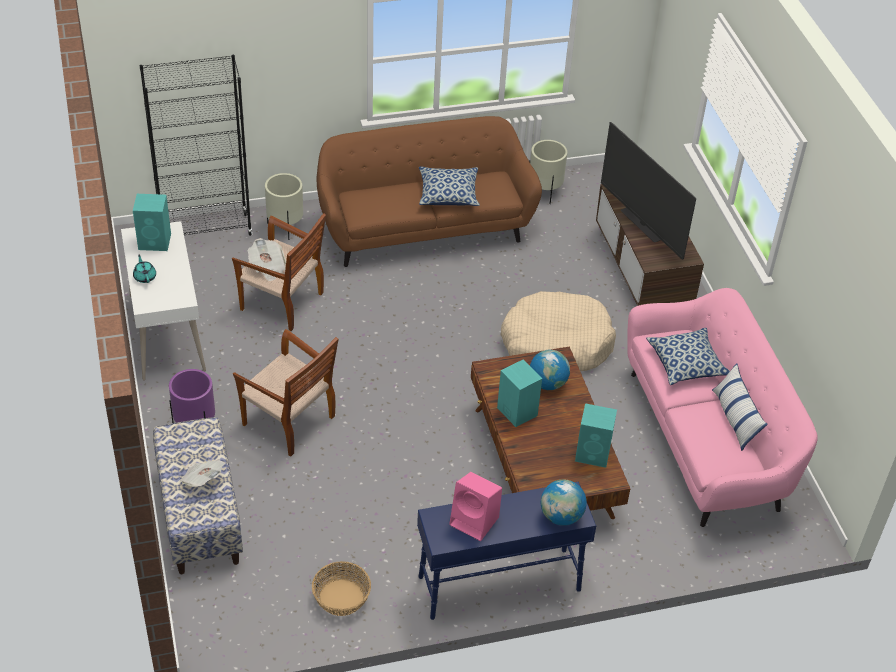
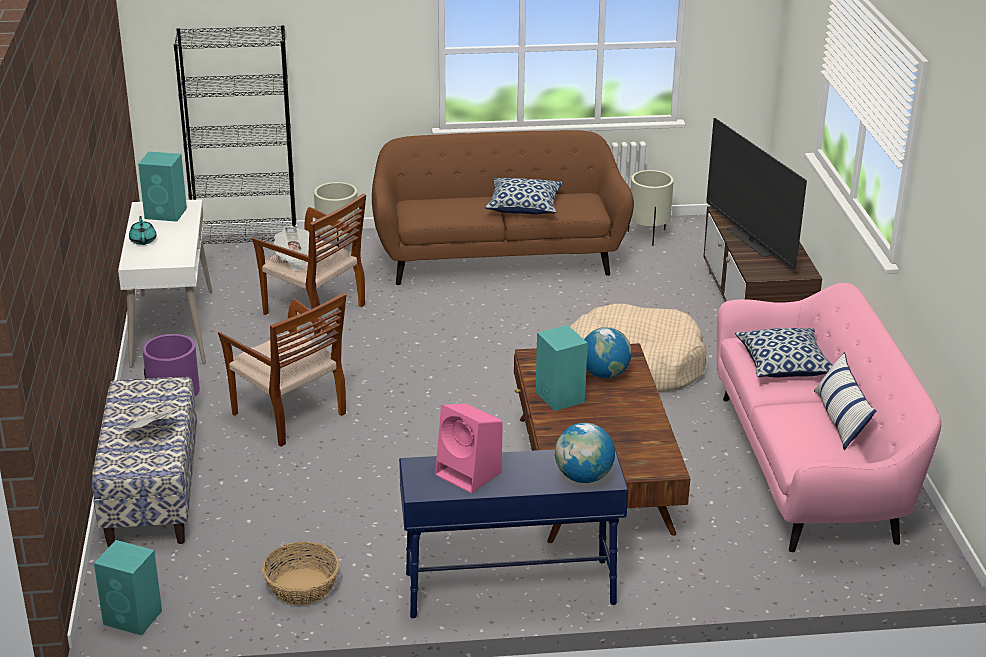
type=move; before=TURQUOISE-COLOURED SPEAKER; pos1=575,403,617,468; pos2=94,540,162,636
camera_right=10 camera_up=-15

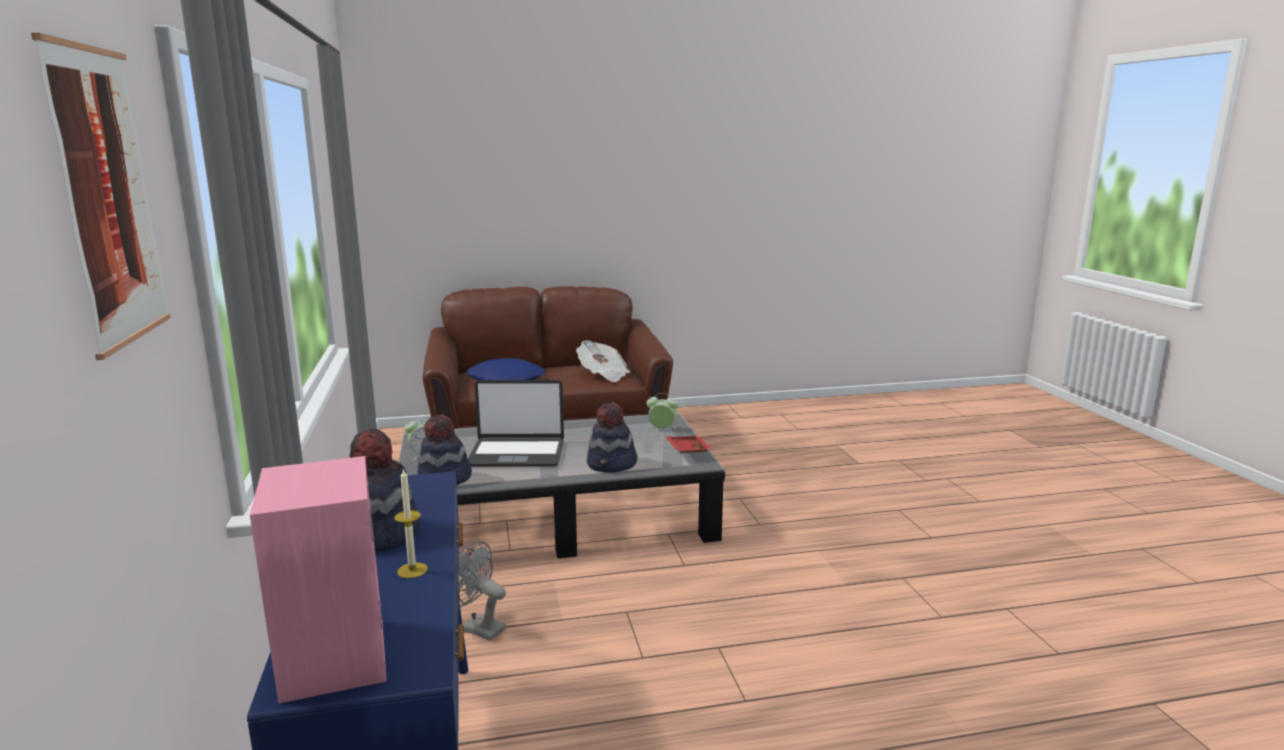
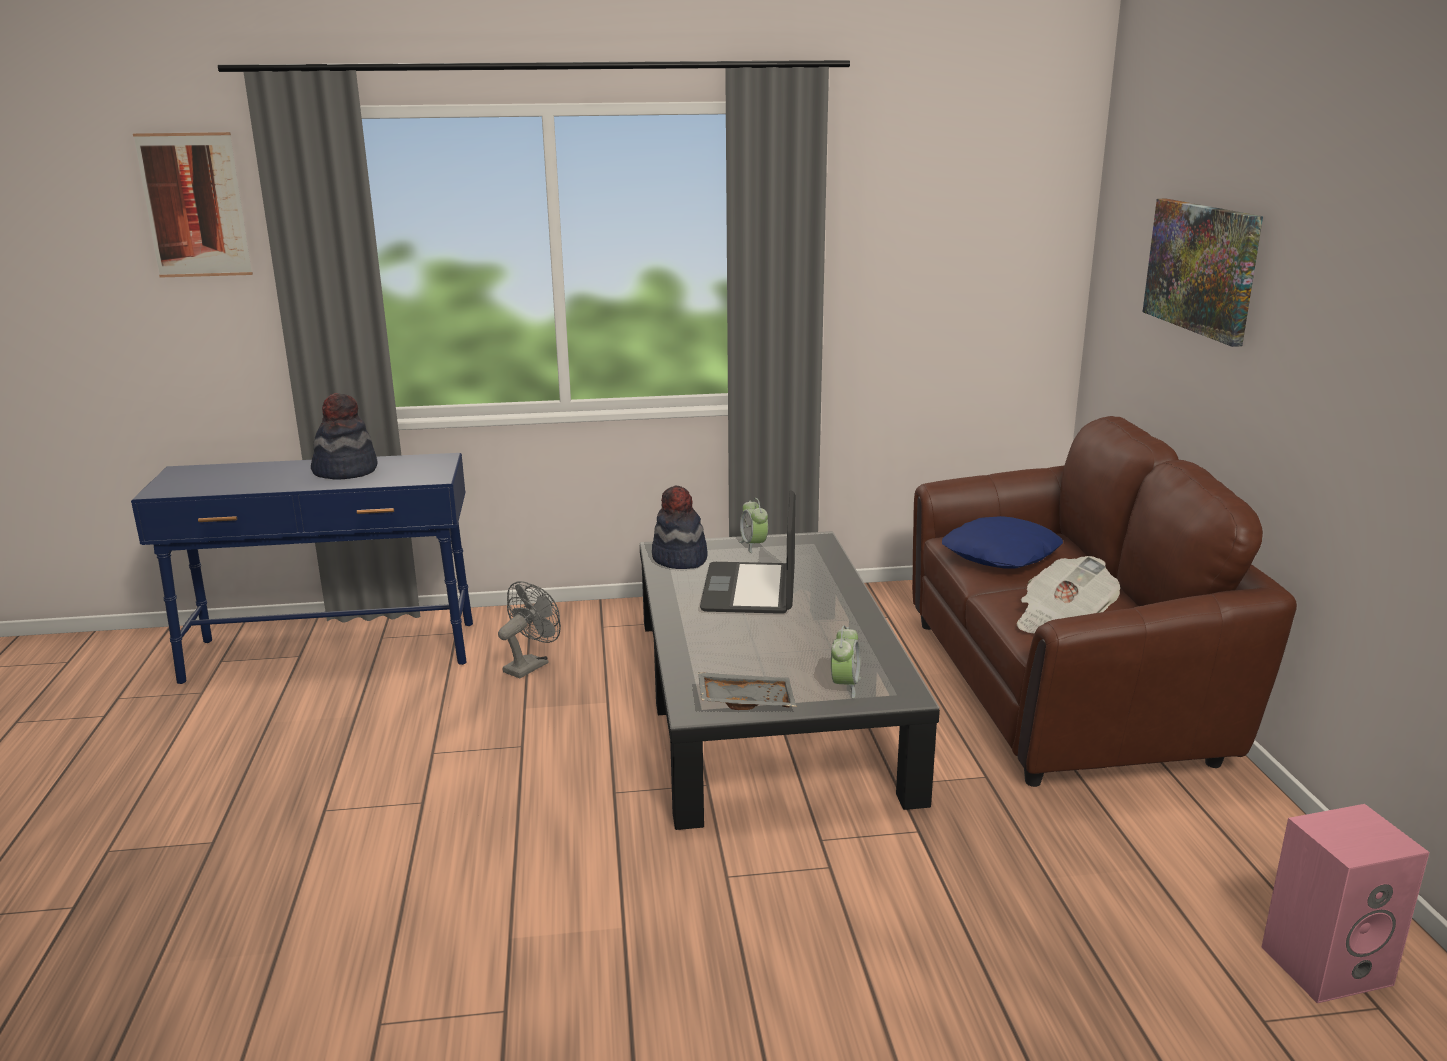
type=delete; before=CLOTHING HAT; pos1=587,402,637,473
type=recolor; before=RED TRAY; after=GREYISH TRAY; pos1=665,436,712,453; pos2=698,672,796,710
type=move; before=PINKISH SPEAKER; pos1=250,456,387,704; pos2=1262,804,1429,1003
type=delete; before=CANDLE; pos1=394,468,428,578
type=insert; after=PICTURE; pos2=1143,199,1263,347
camera_right=95 camera_up=5

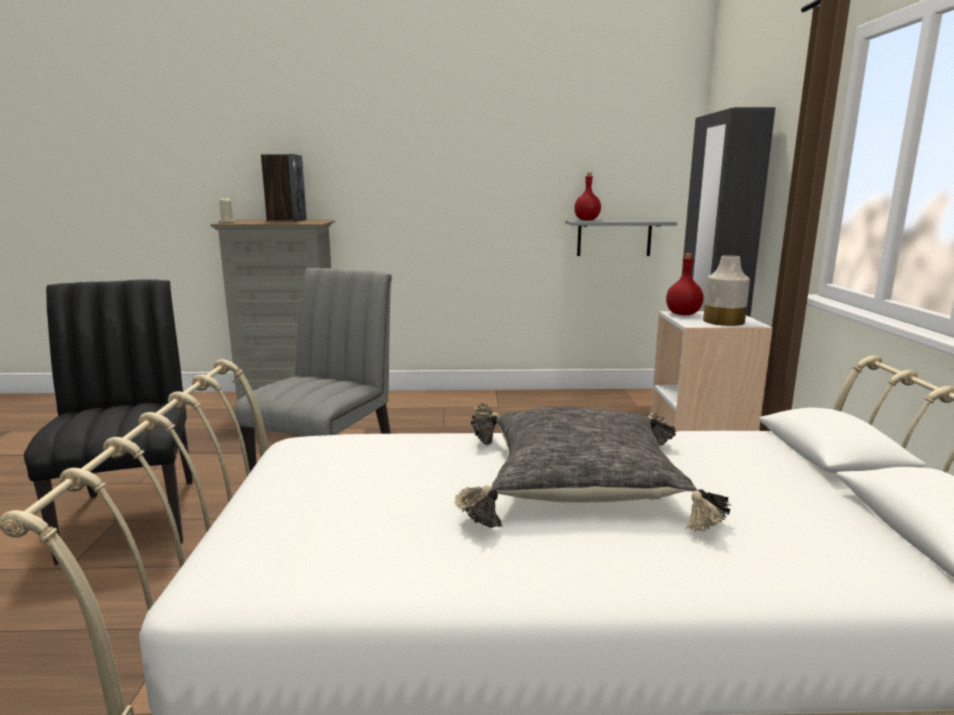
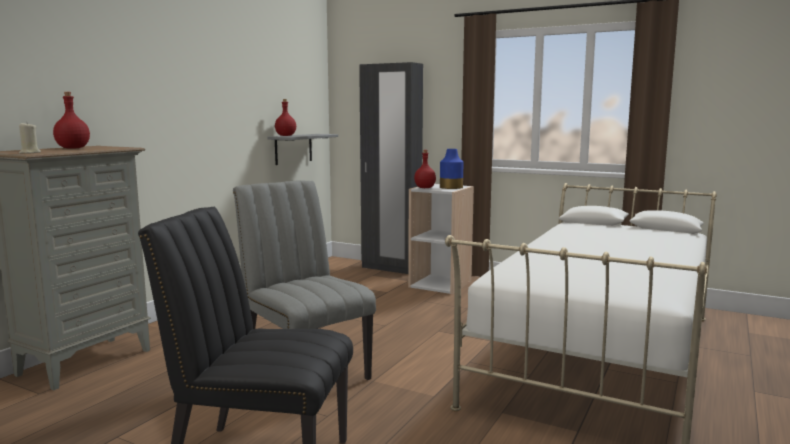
type=replace; before=SPEAKER; after=RED BEVERAGE BOTTLE; pos1=261,154,307,222; pos2=53,92,90,149
type=recolor; before=SAND-COLOURED VASE; after=BLUE VASE; pos1=703,255,750,326; pos2=440,149,463,189
type=delete; before=THROW PILLOW; pos1=454,403,731,532
camera_right=-60 camera_up=-5

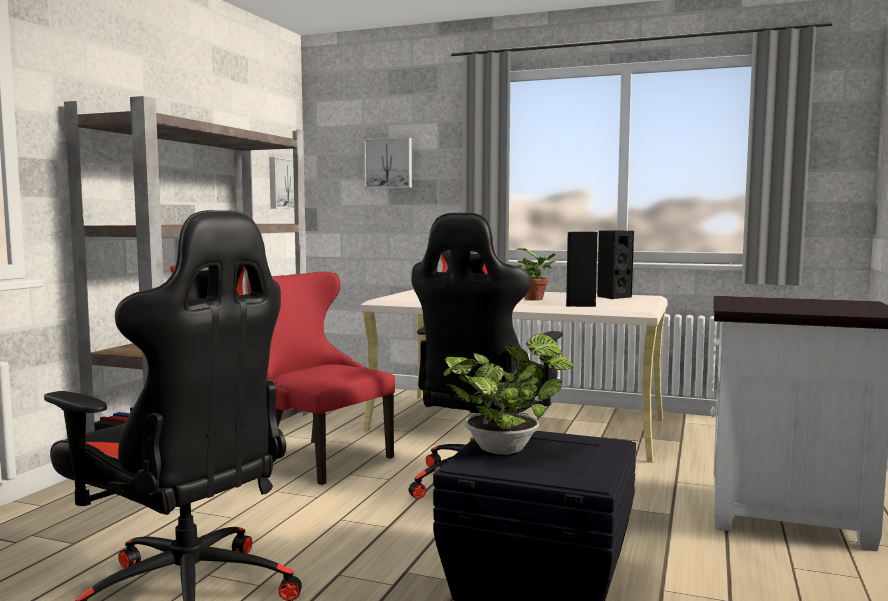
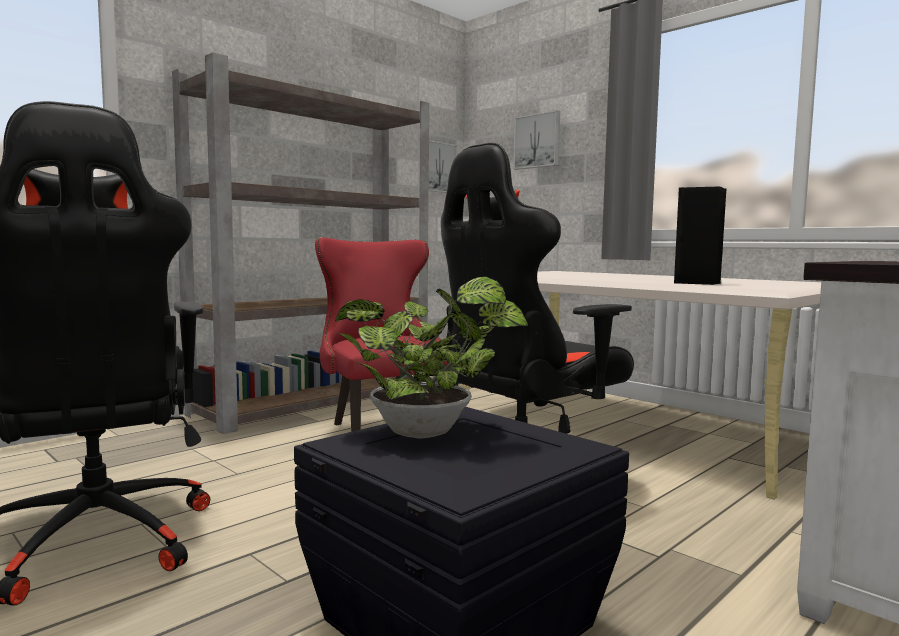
type=delete; before=BLACKISH SPEAKER; pos1=597,230,634,299
type=delete; before=HOUSEPLANT; pos1=515,248,558,301
camera_right=25 camera_up=0

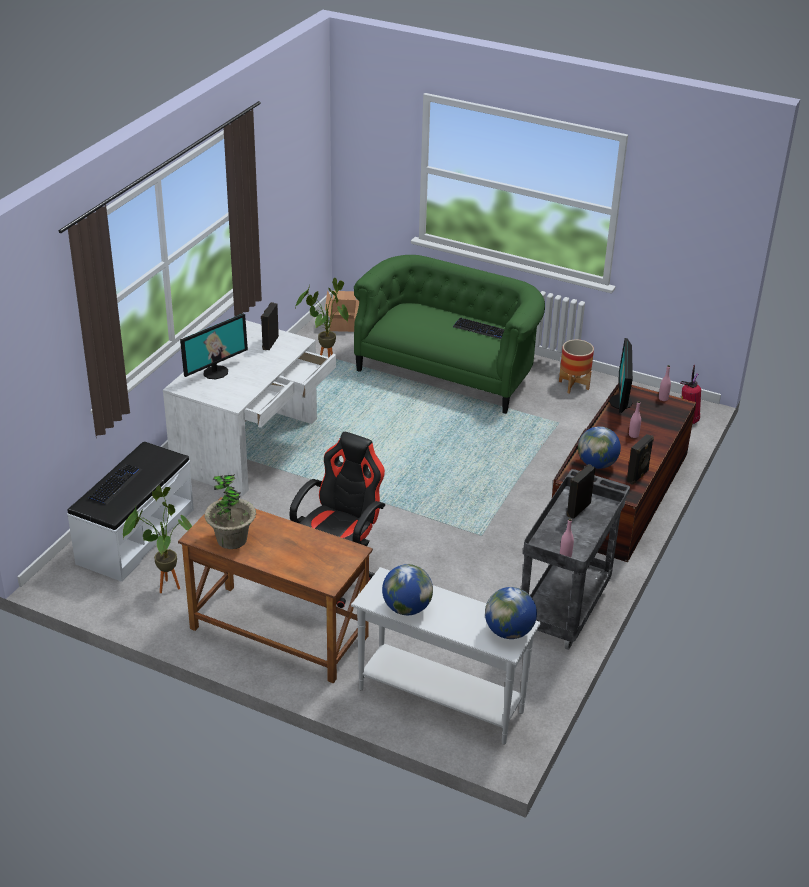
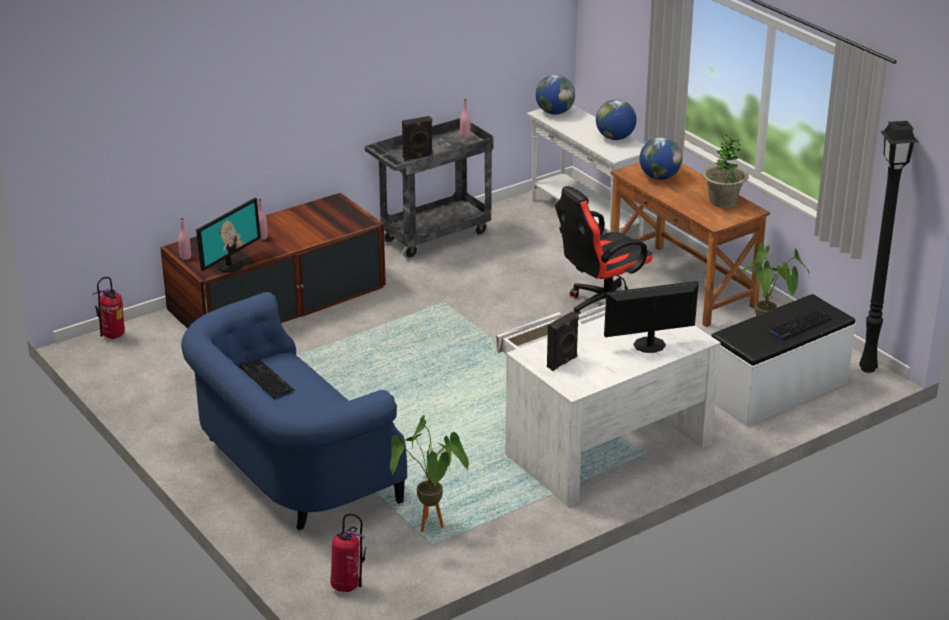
type=recolor; before=GREEN COUCH; after=BLUE COUCH; pos1=354,255,545,414; pos2=181,292,407,530
type=replace; before=CARDBOARD BOX; after=FIRE-FIGHTING CYLINDER; pos1=325,290,359,332; pos2=331,514,367,592
type=delete; before=PLANT POT; pos1=559,340,594,393
type=move; before=WORLD GLOBE; pos1=578,426,621,469; pos2=640,137,682,180
type=delete; before=BLACKISH SPEAKER; pos1=627,434,654,485
type=insert; after=BLACKISH STANDARD LAMP; pos2=859,121,918,373
camera_right=-150 camera_up=-5

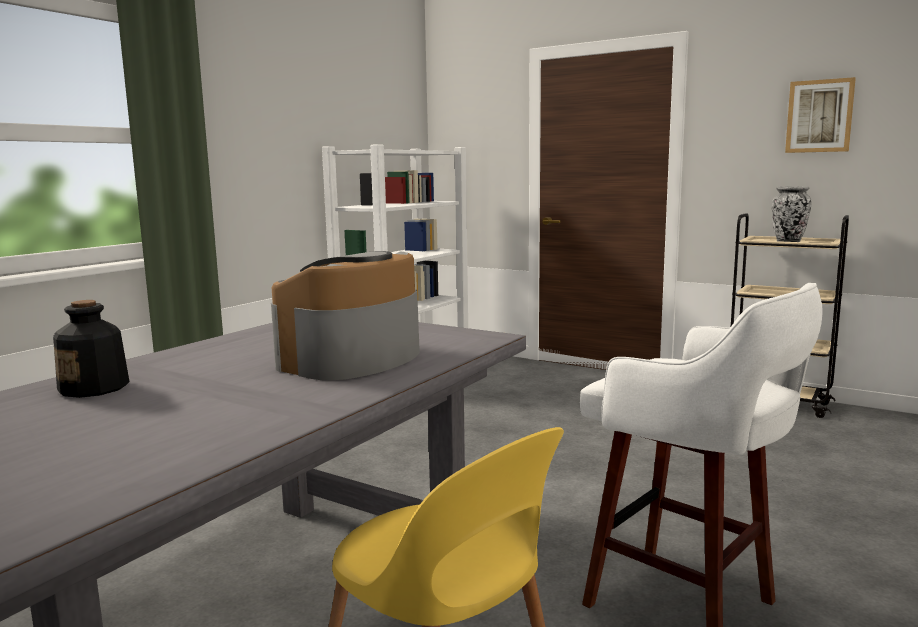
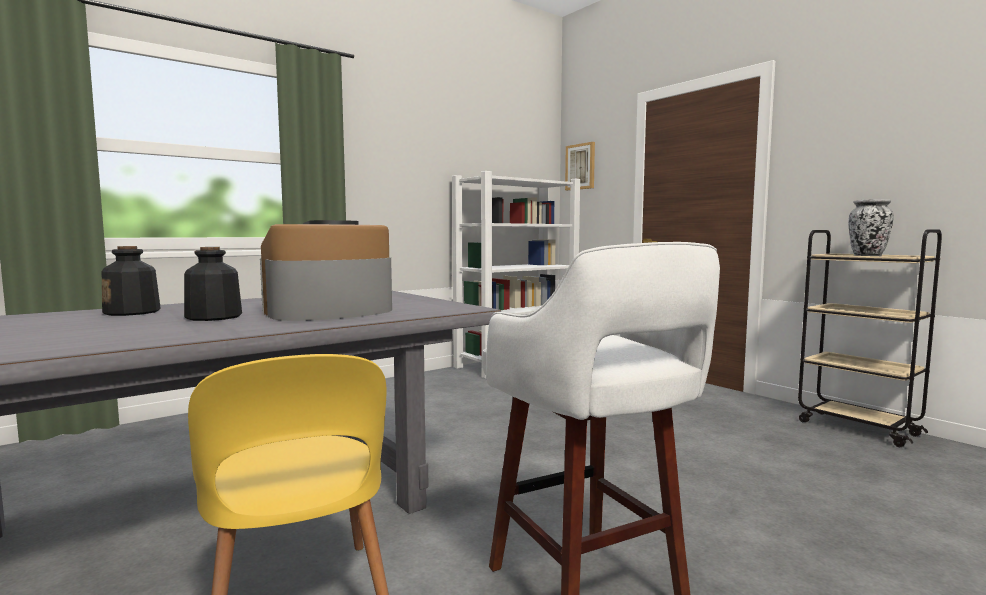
type=move; before=PICTURE; pos1=785,77,856,153; pos2=565,142,595,190
type=insert; after=BEVERAGE BOTTLE; pos2=184,247,242,321
camera_right=20 camera_up=-5

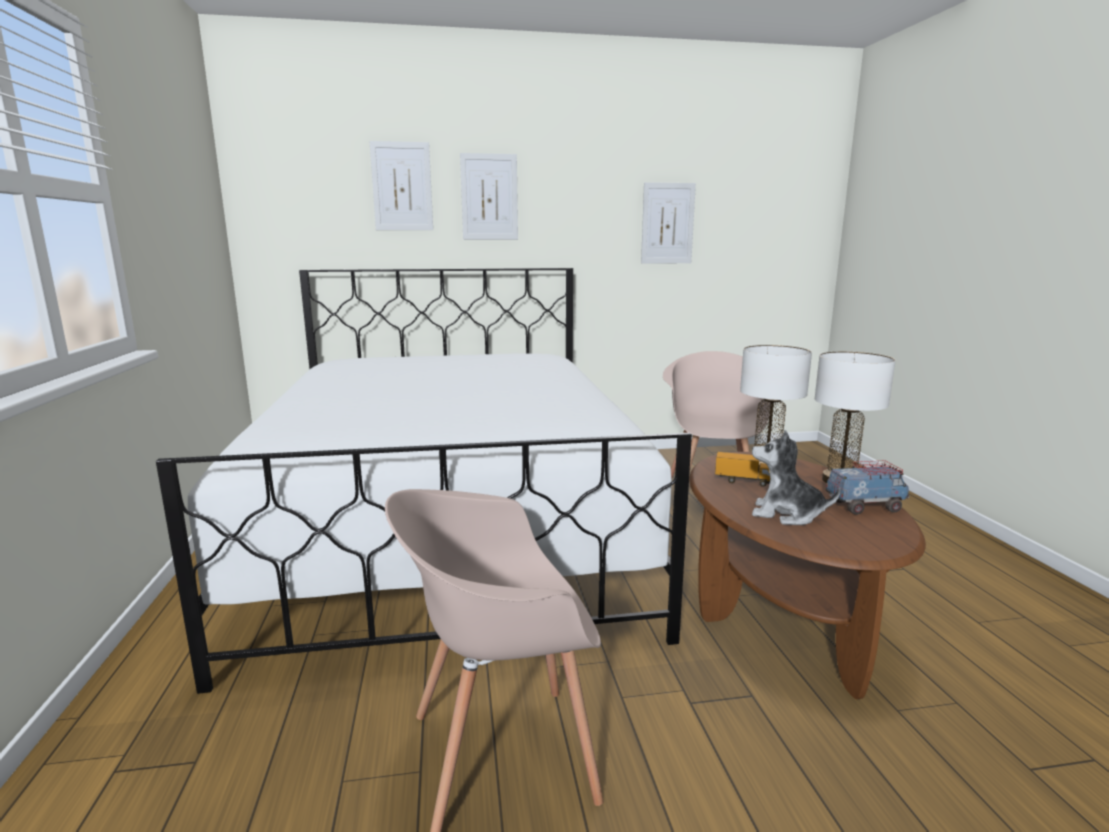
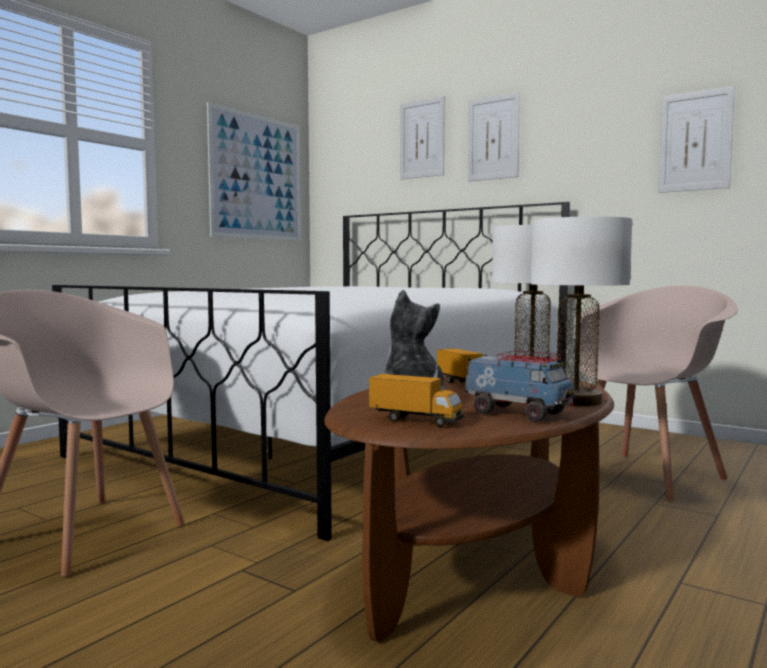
type=insert; after=PICTURE; pos2=207,102,301,241
type=insert; after=MODEL TRUCK; pos2=369,374,464,427
camera_right=45 camera_up=-10

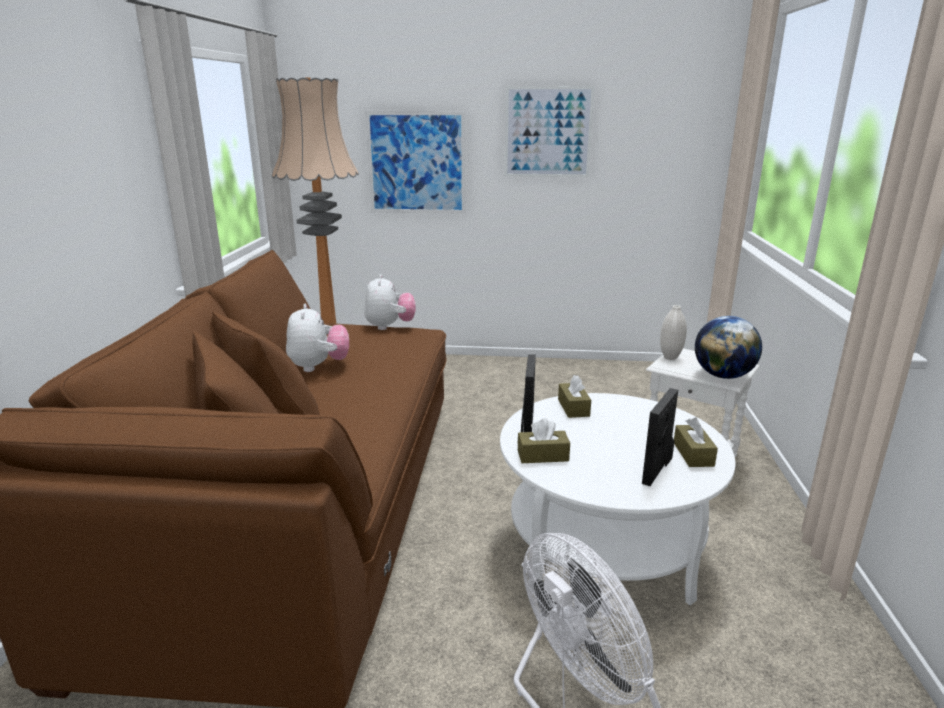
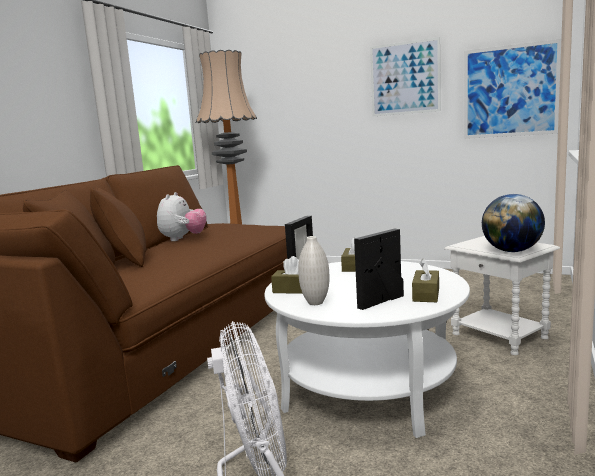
type=move; before=PICTURE; pos1=365,111,466,214; pos2=464,39,561,139
type=delete; before=PLUSH TOY; pos1=364,274,416,330
type=move; before=WHITISH VASE; pos1=660,305,687,360; pos2=298,236,329,305
camera_right=20 camera_up=-10

